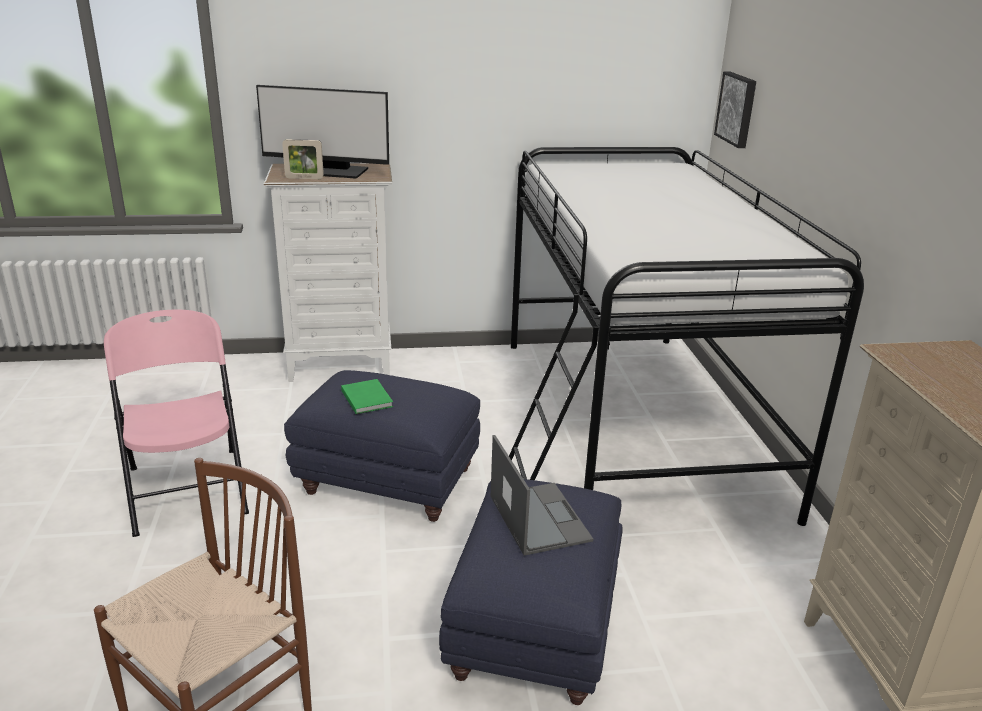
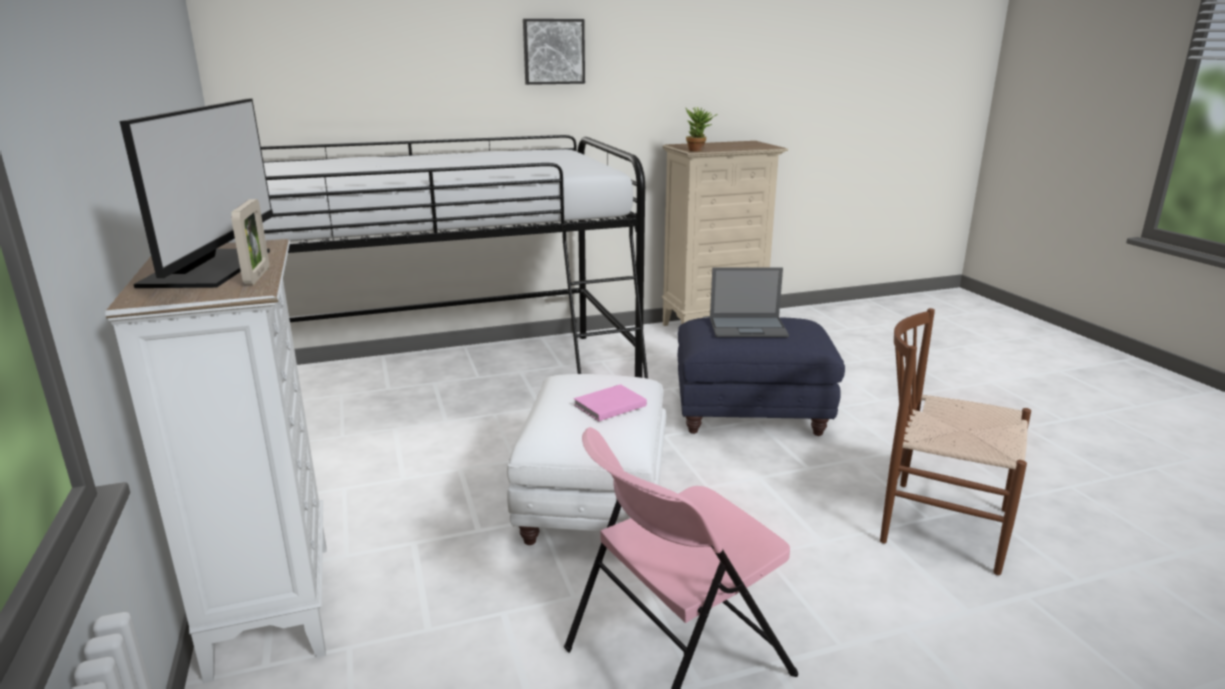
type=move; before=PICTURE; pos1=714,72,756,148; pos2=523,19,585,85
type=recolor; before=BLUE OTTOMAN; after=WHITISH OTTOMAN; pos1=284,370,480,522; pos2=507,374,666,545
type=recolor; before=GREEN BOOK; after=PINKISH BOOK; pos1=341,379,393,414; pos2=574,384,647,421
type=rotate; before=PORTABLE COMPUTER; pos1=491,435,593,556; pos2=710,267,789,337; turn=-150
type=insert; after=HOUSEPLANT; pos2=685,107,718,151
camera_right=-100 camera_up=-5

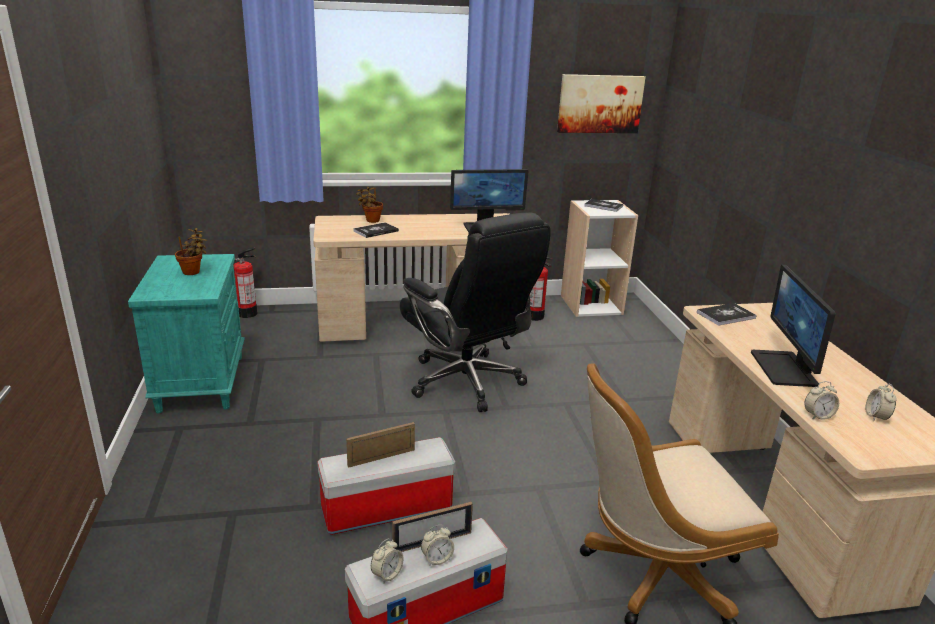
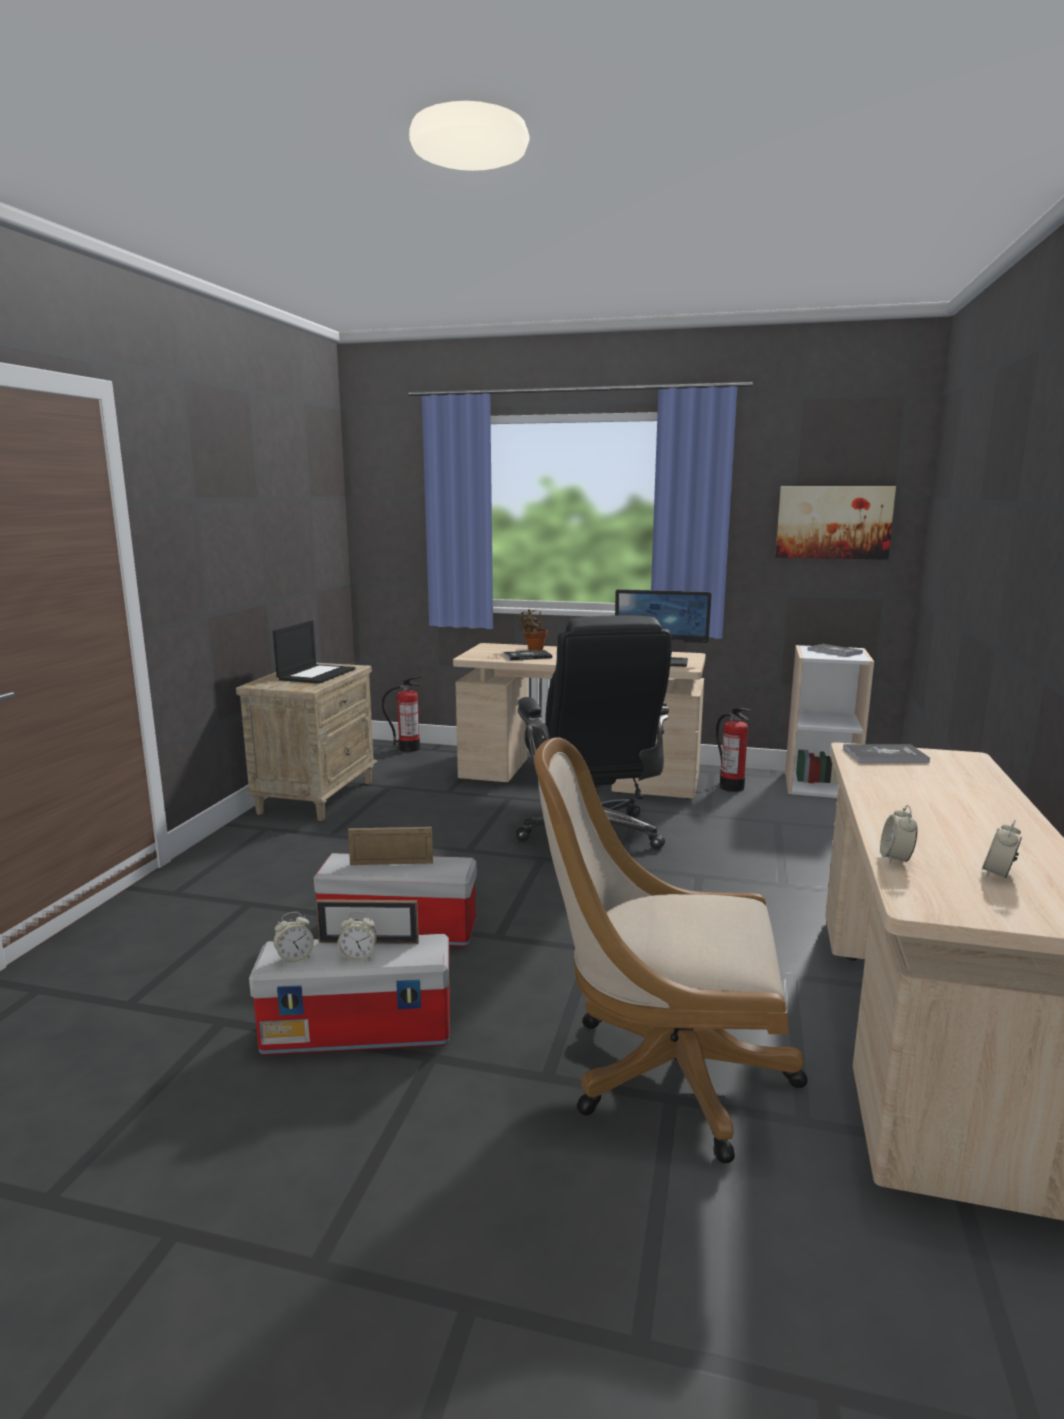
type=replace; before=HOUSEPLANT; after=PORTABLE COMPUTER; pos1=175,228,207,275; pos2=273,621,355,684
type=recolor; before=TURQUOISE-COLOURED BEDSIDE TABLE; after=SAND-COLOURED BEDSIDE TABLE; pos1=128,254,245,413; pos2=236,663,378,821
type=delete; before=COMPUTER DISPLAY; pos1=751,265,836,387
type=rotate; before=TABLE CLOCK; pos1=804,381,839,420; pos2=880,805,918,864; turn=90
camera_right=25 camera_up=-10

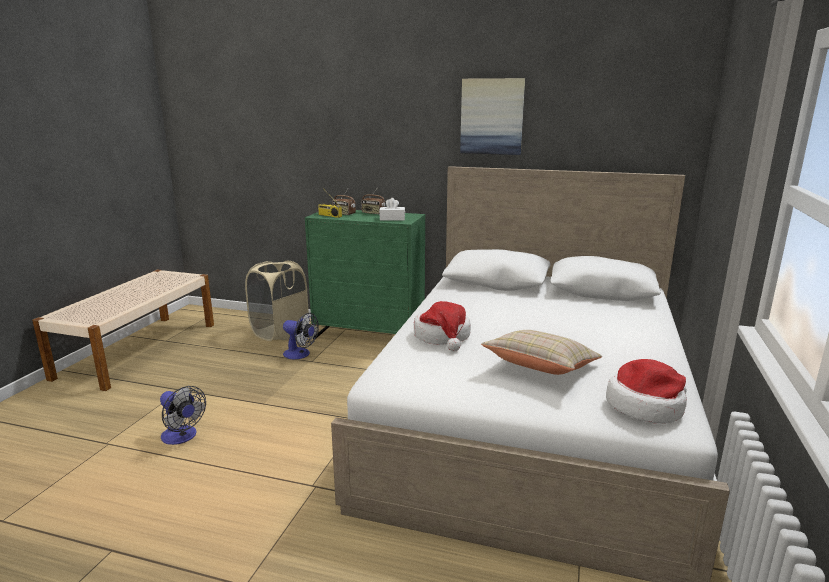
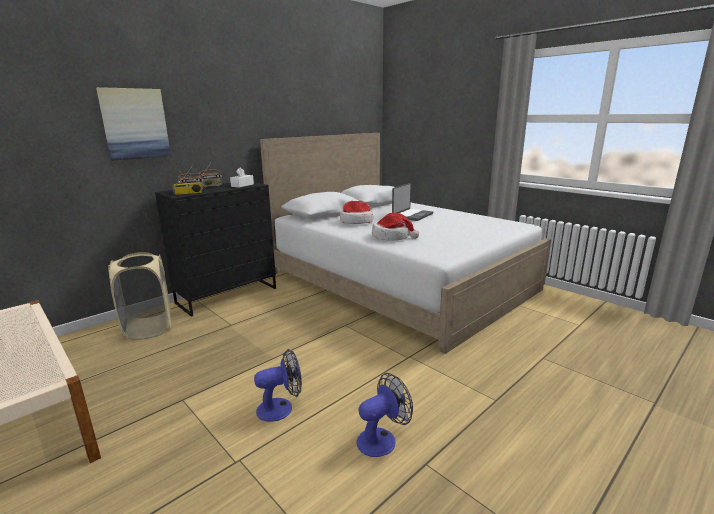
type=move; before=PICTURE; pos1=460,78,525,155; pos2=96,87,171,161
type=recolor; before=GREEN CHEST OF DRAWERS; after=BLACKISH CHEST OF DRAWERS; pos1=305,210,425,339; pos2=155,182,276,317
type=move; before=FAN; pos1=283,313,319,359; pos2=356,373,413,457
type=delete; before=SAND-COLOURED THROW PILLOW; pos1=481,330,602,375
type=move; before=CLOTHING HAT; pos1=606,359,687,424; pos2=340,201,373,224
type=insert; after=PORTABLE COMPUTER; pos2=392,183,434,221
camera_right=-60 camera_up=0

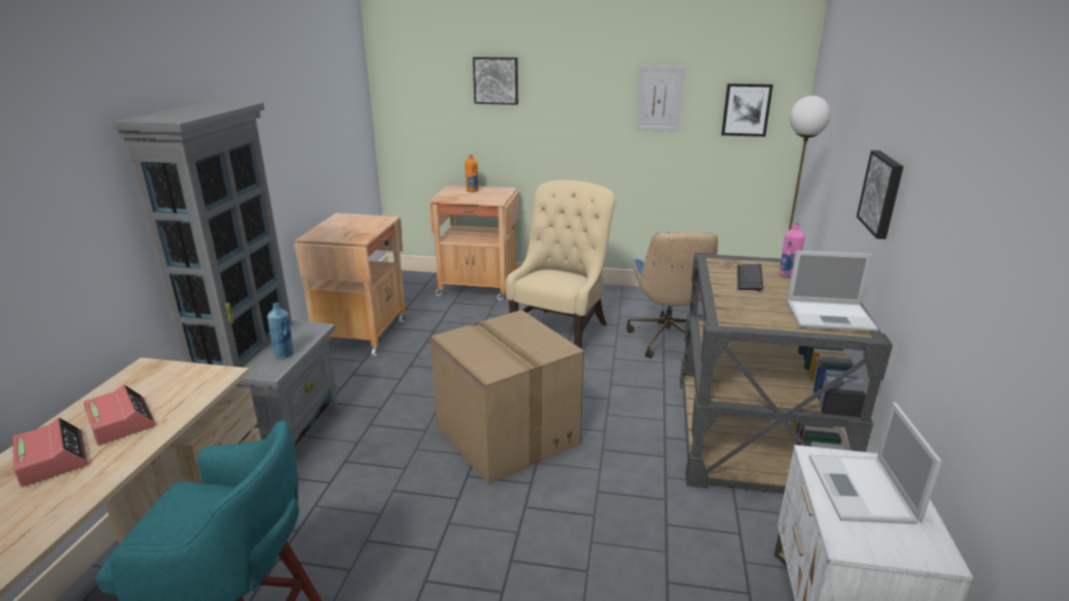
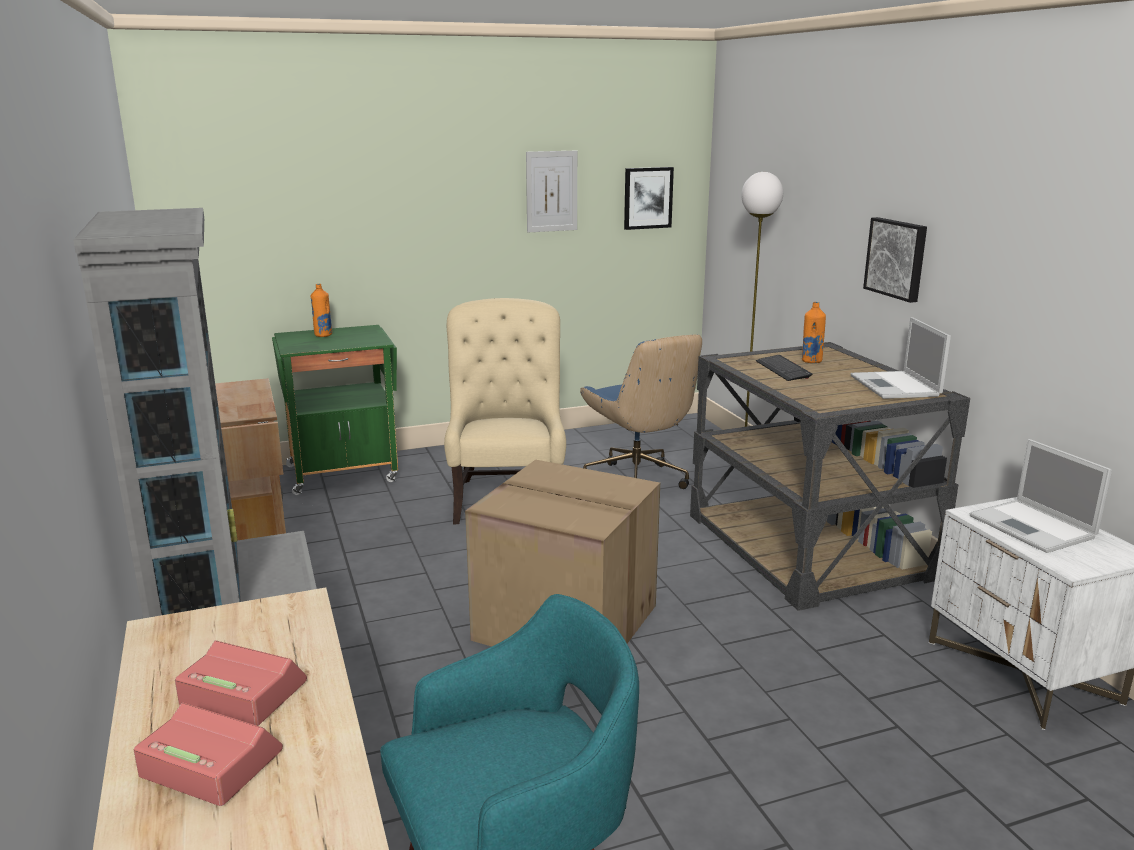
type=delete; before=PICTURE; pos1=473,57,518,105
type=recolor; before=BROWN TROLLEY; after=GREEN TROLLEY; pos1=428,185,519,301; pos2=272,325,398,495
type=recolor; before=PINKISH BEVERAGE BOTTLE; after=ORANGEY BEVERAGE BOTTLE; pos1=779,223,805,278; pos2=802,302,826,363
type=rotate; before=PORTABLE COMPUTER; pos1=787,251,879,332; pos2=851,317,951,399; turn=105
type=delete; before=BLUE BEVERAGE BOTTLE; pos1=267,302,294,359
camera_right=-30 camera_up=-5

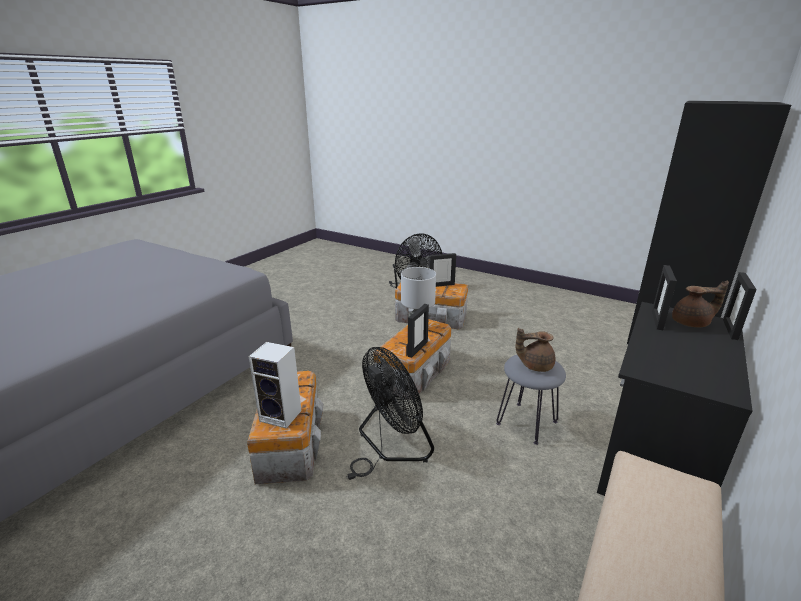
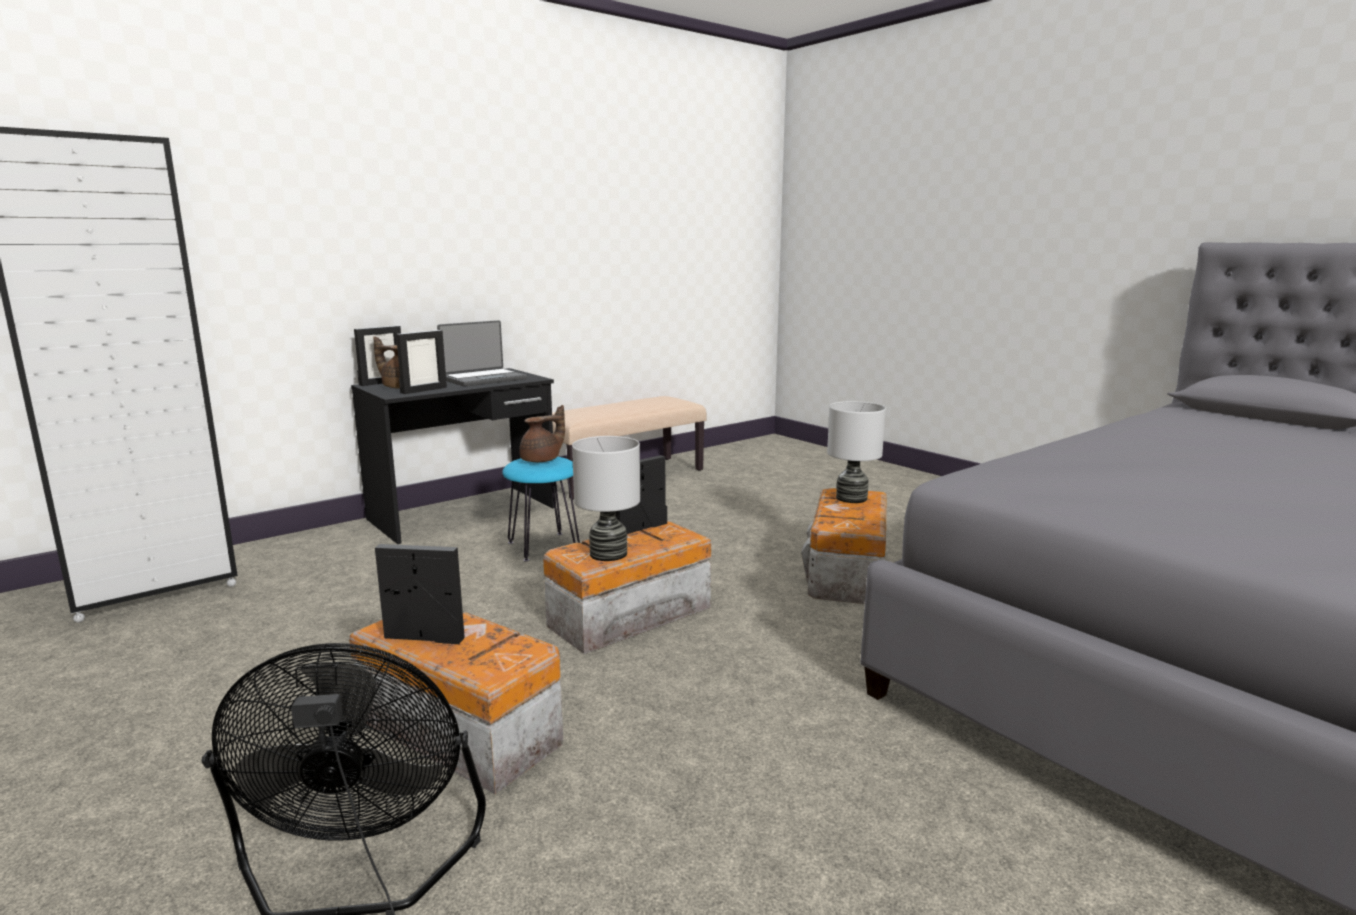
type=rotate; before=BROWN TEA POT; pos1=516,328,555,372; pos2=519,405,565,462; turn=-60
type=replace; before=SPEAKER; after=GREYISH TABLETOP LAMP; pos1=249,342,301,429; pos2=827,401,886,503
type=delete; before=BLACKISH FAN; pos1=346,347,434,480
type=recolor; before=GREYISH SITTING STOOL; after=TURQUOISE-COLOURED SITTING STOOL; pos1=496,355,566,445; pos2=502,457,580,561
type=insert; after=PORTABLE COMPUTER; pos2=437,320,527,387
camera_right=-160 camera_up=-10

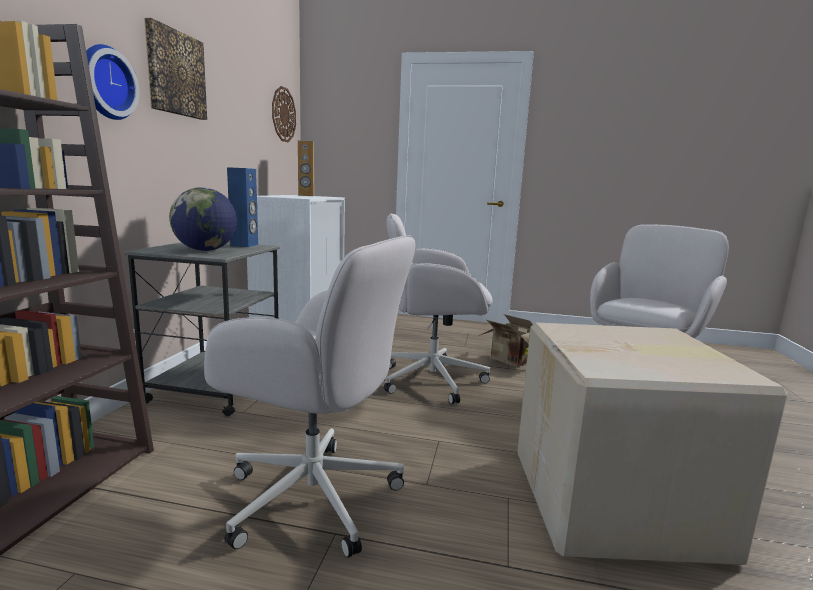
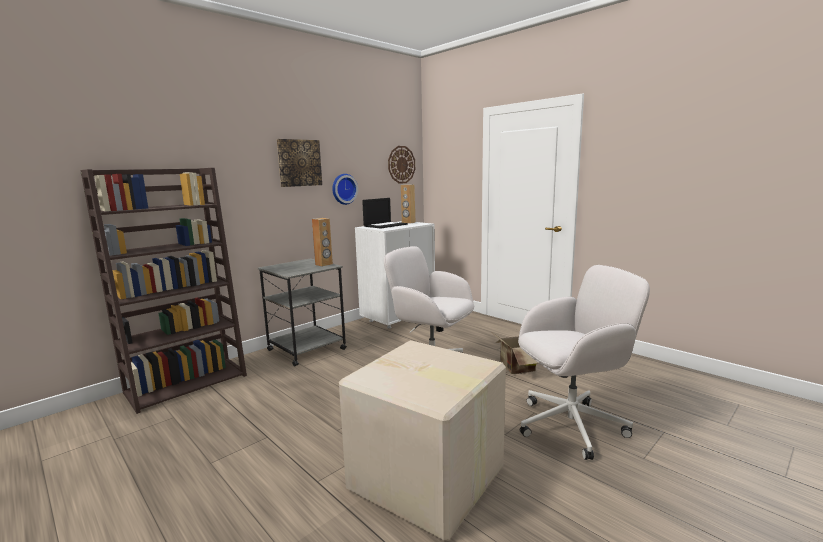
type=move; before=CLOCK ON THE WALL; pos1=86,44,139,120; pos2=332,174,358,205
type=recolor; before=BLUE SPEAKER; after=BROWN SPEAKER; pos1=227,167,258,247; pos2=312,218,333,266
type=delete; before=WORLD GLOBE; pos1=169,187,237,251
type=delete; before=WHITISH OFFICE CHAIR; pos1=204,235,415,558
type=insert; after=PORTABLE COMPUTER; pos2=362,198,408,229
camera_right=35 camera_up=0

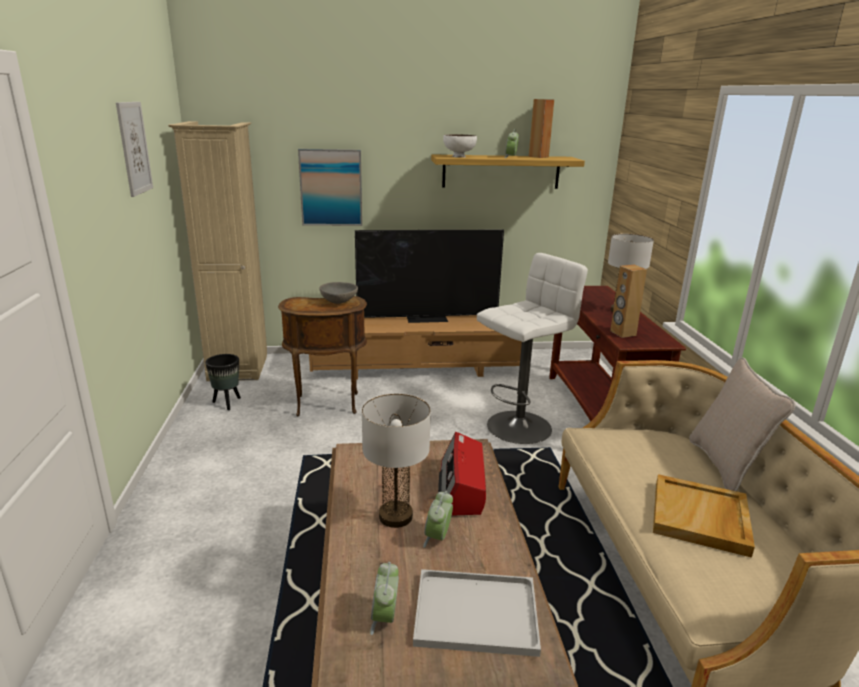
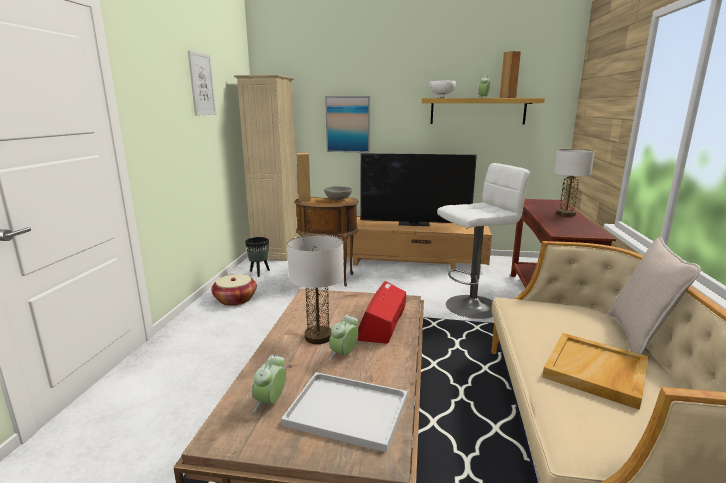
type=move; before=BROWN SPEAKER; pos1=610,265,647,338; pos2=297,153,311,202
type=insert; after=HOUSEHOLD BASKET; pos2=211,274,257,306
camera_right=15 camera_up=-5

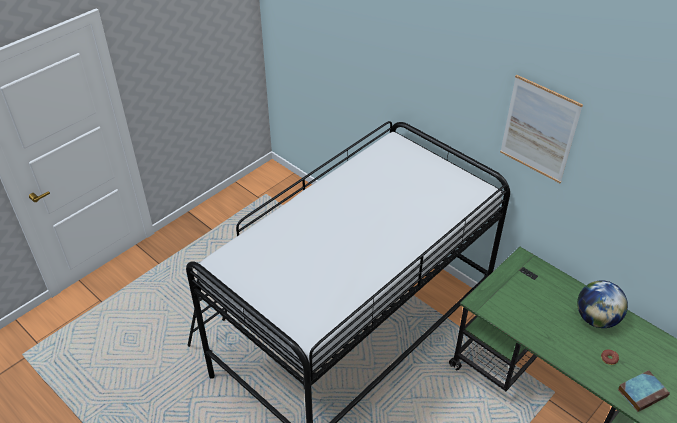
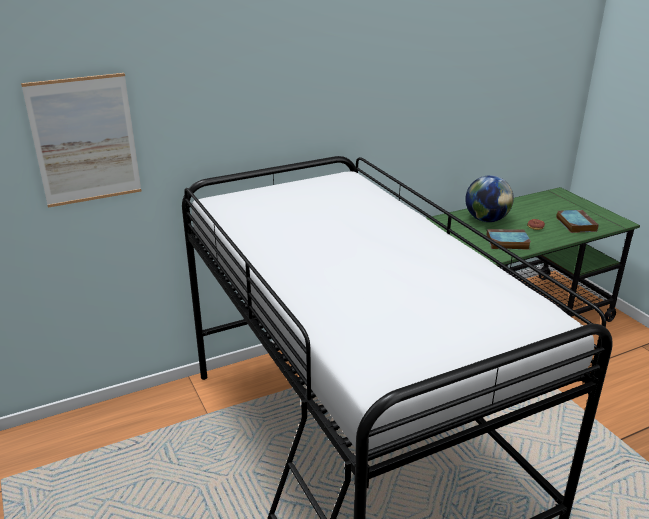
type=move; before=PICTURE; pos1=500,75,583,183; pos2=21,73,141,208
type=insert; after=BOOK; pos2=486,229,531,249
camera_right=-70 camera_up=-15

